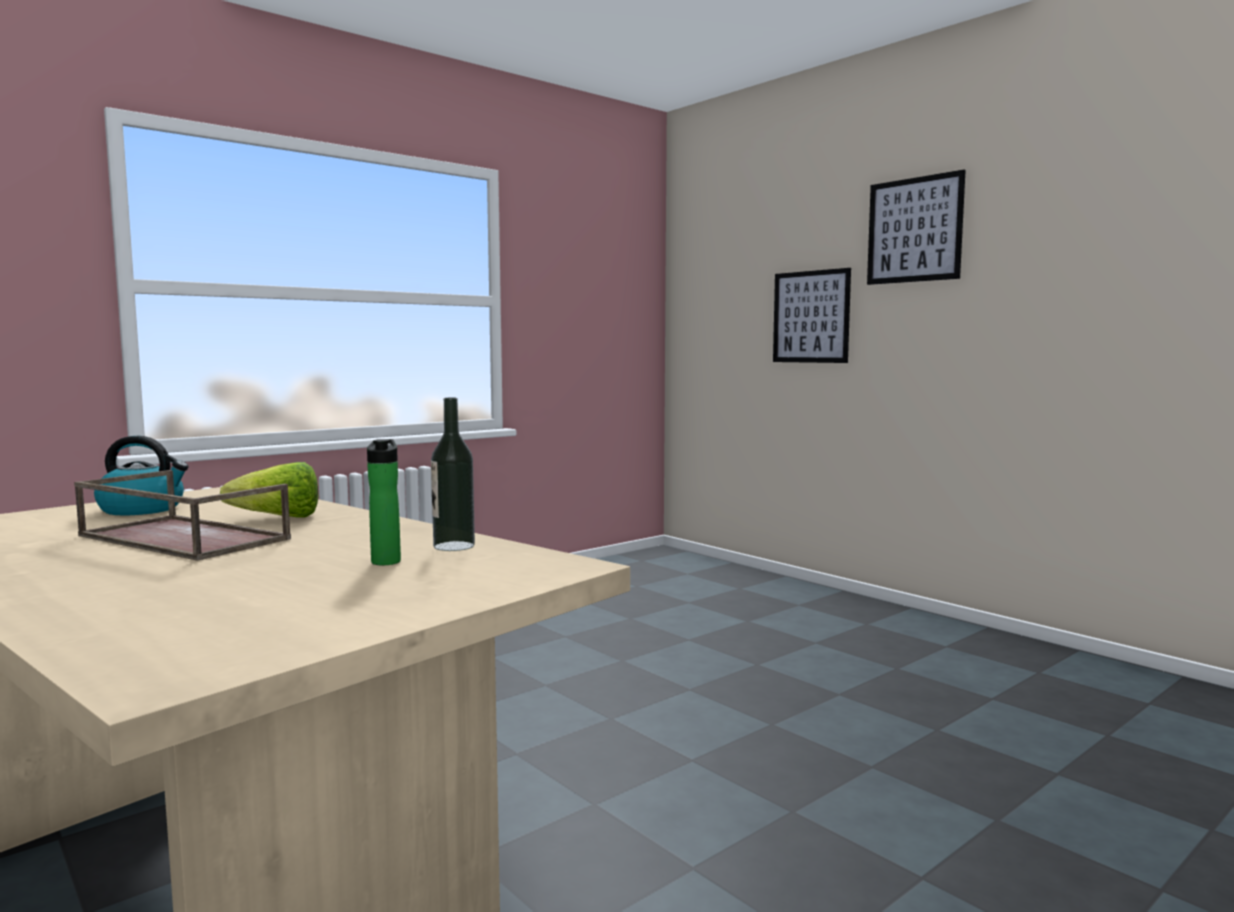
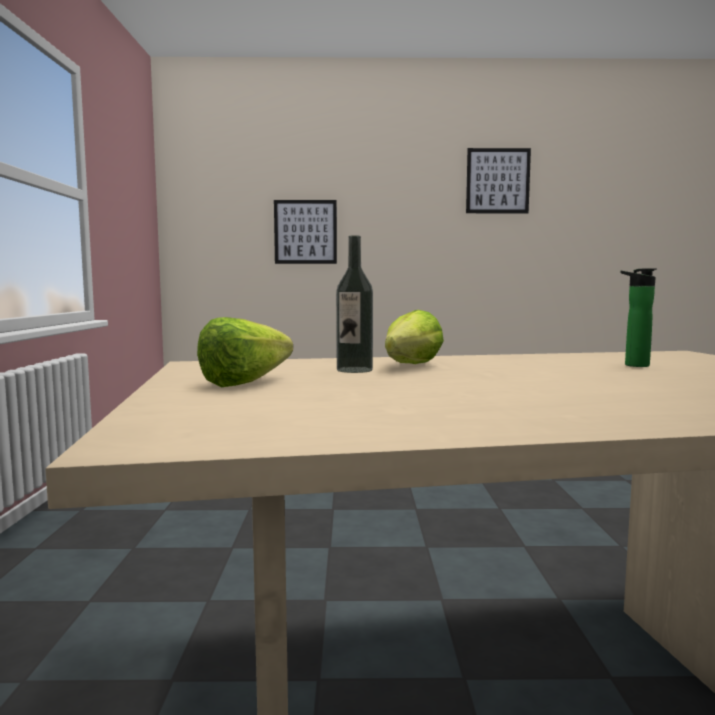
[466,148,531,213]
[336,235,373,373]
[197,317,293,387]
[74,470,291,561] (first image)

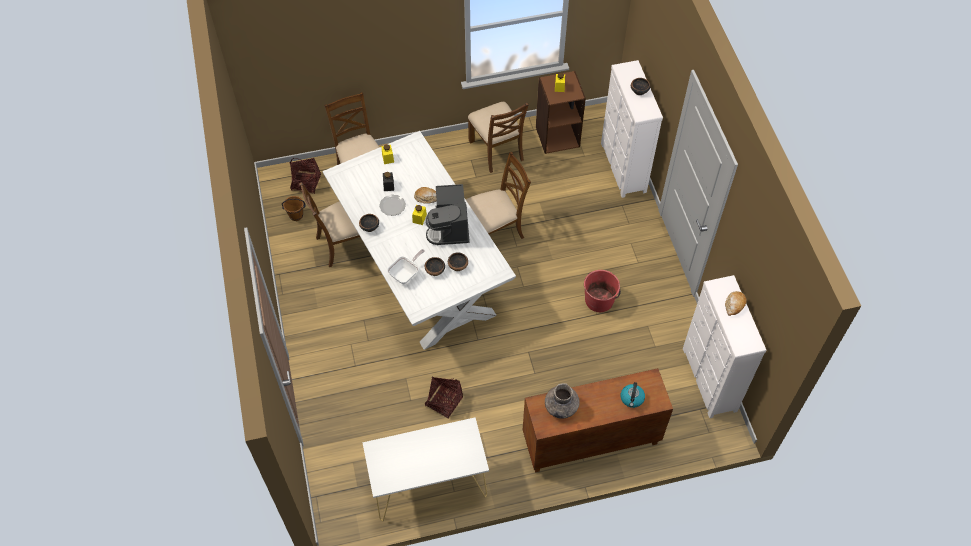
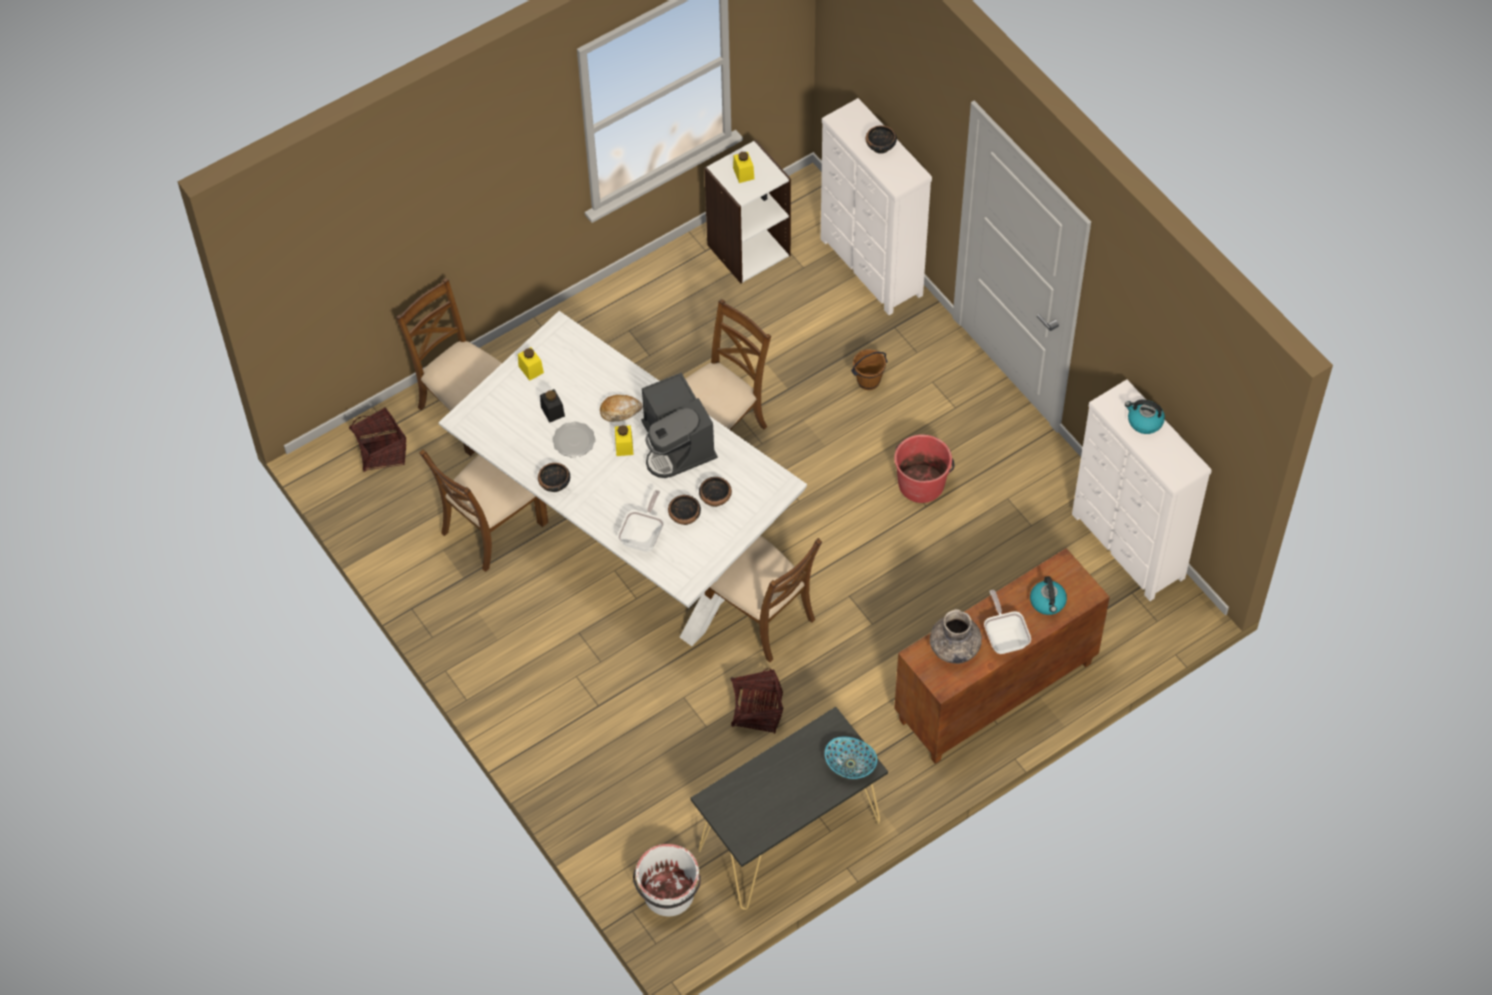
[704,140,791,283]
[705,535,822,662]
[851,349,888,390]
[1125,400,1165,434]
[690,707,888,910]
[984,590,1031,654]
[825,737,877,779]
[633,844,701,916]

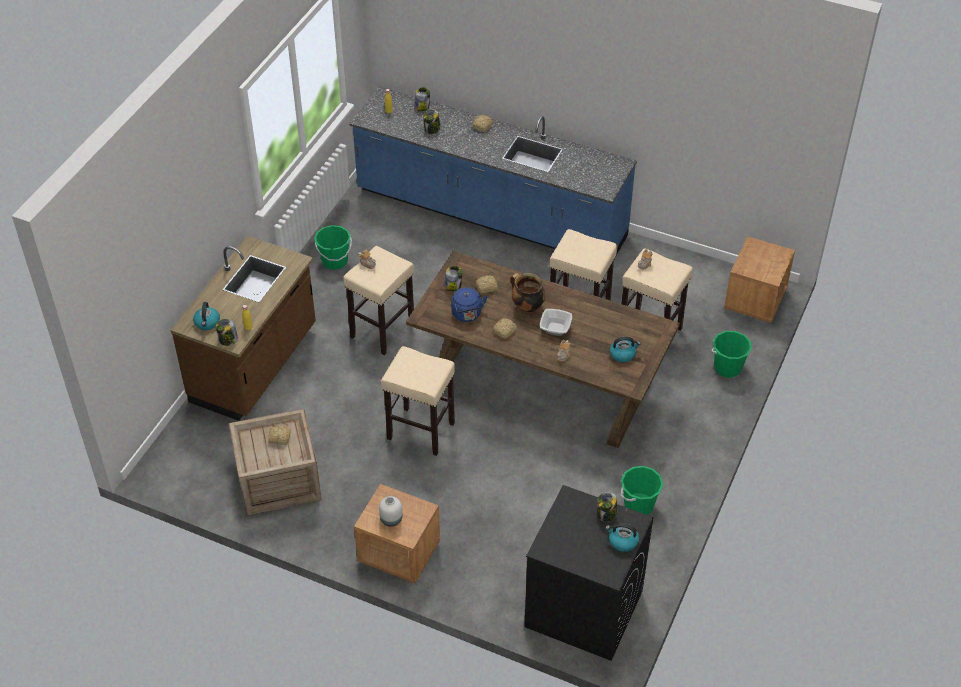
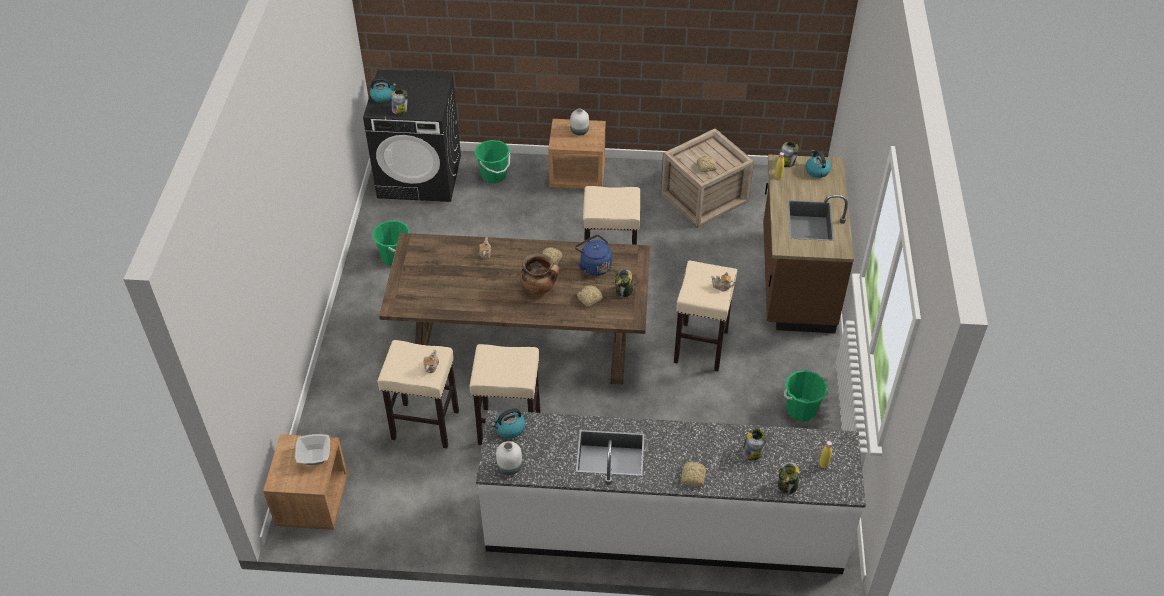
[476,410,866,574]
[295,434,330,465]
[475,140,510,183]
[491,408,525,438]
[496,441,522,475]

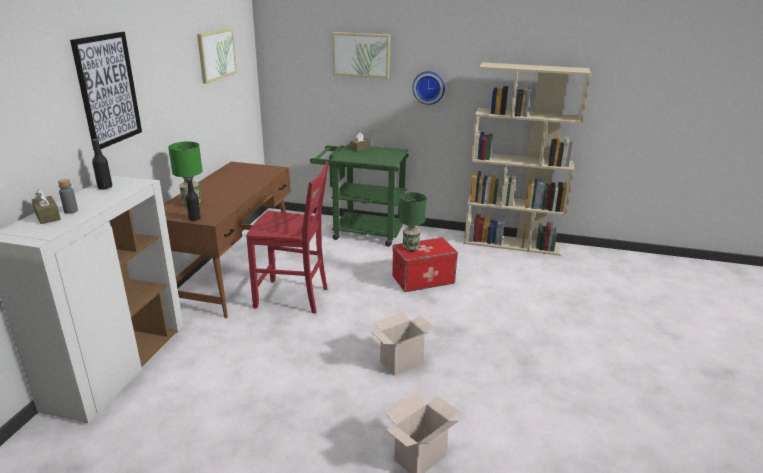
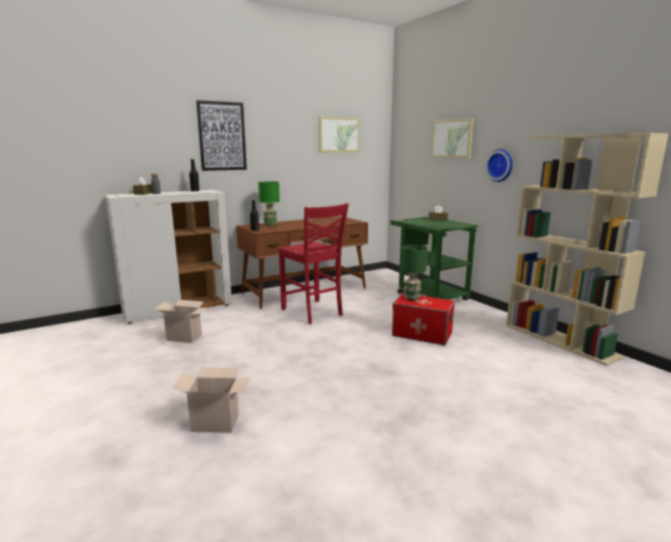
[155,300,208,343]

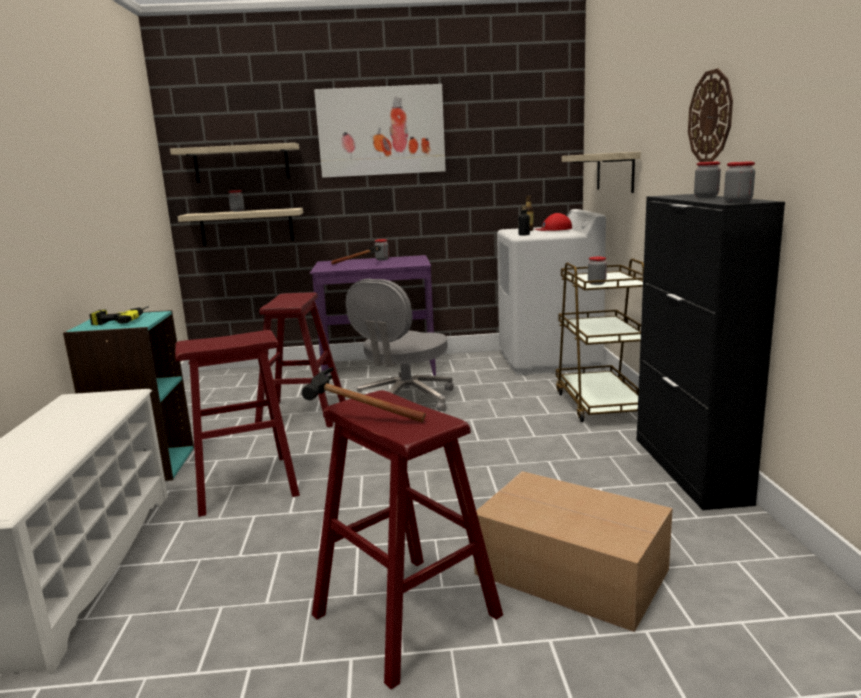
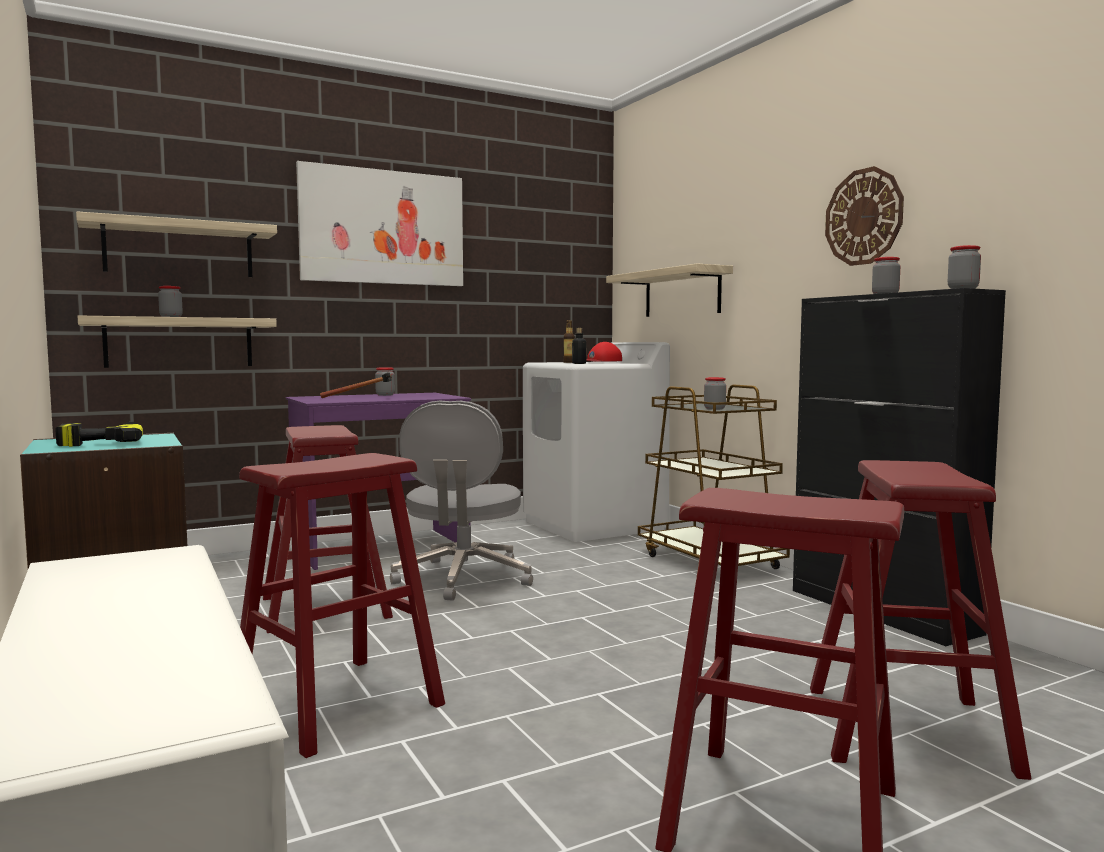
[302,367,426,422] (first image)
[810,460,1031,780]

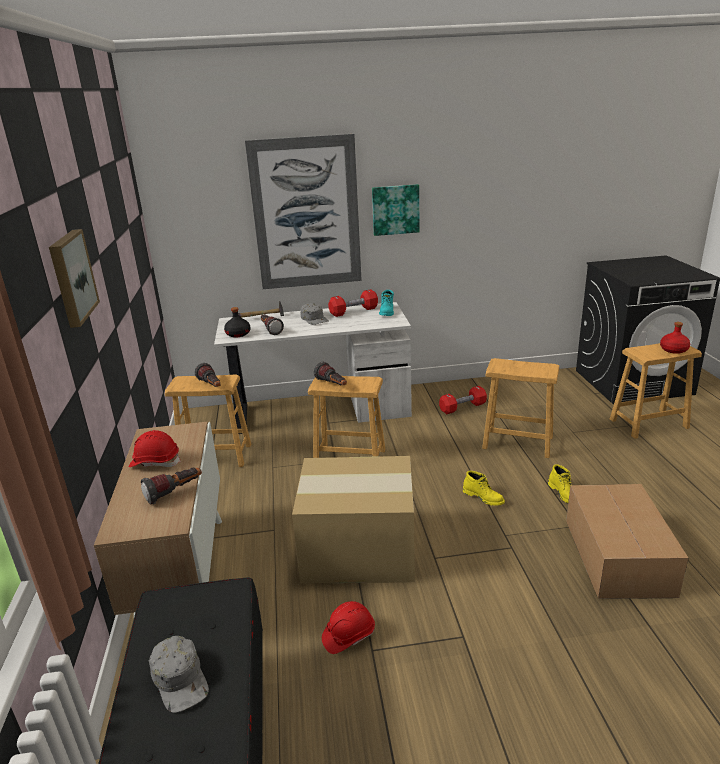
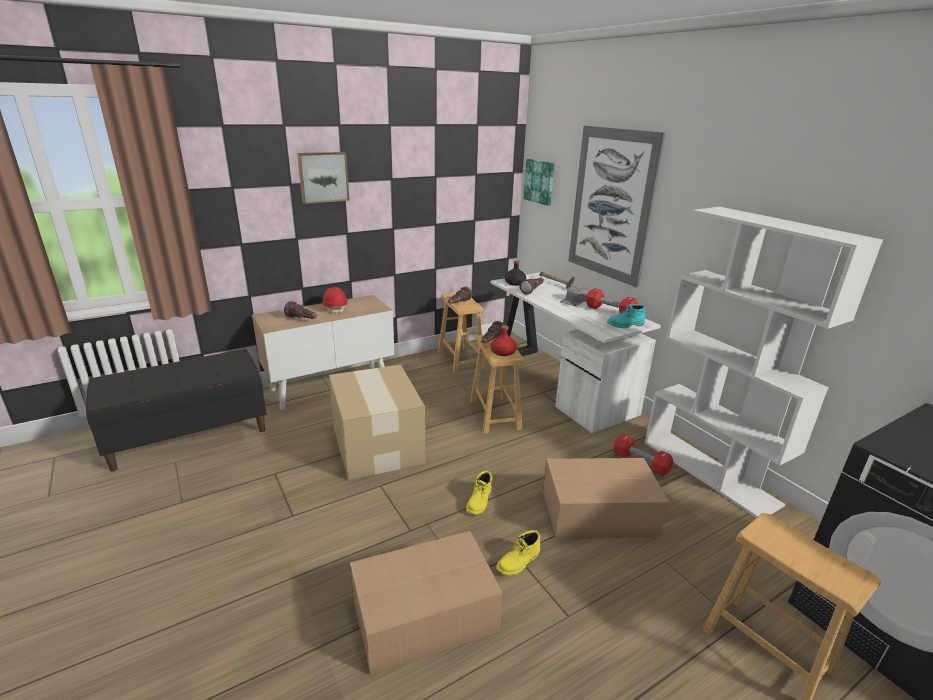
[524,159,555,206]
[491,325,517,356]
[543,458,669,539]
[322,601,375,654] (first image)
[149,636,209,713] (first image)
[645,207,883,518]

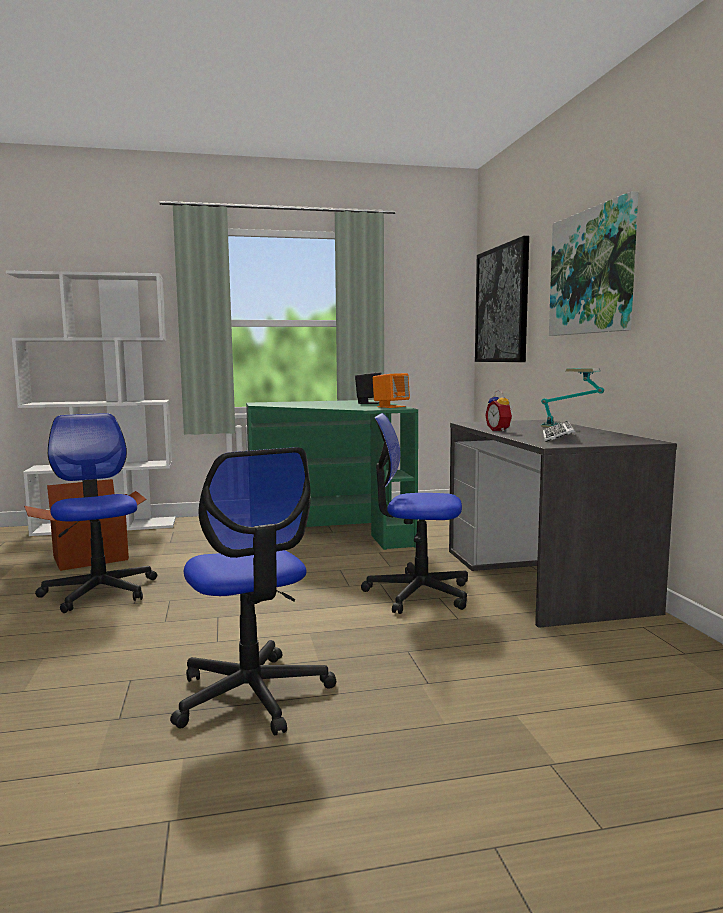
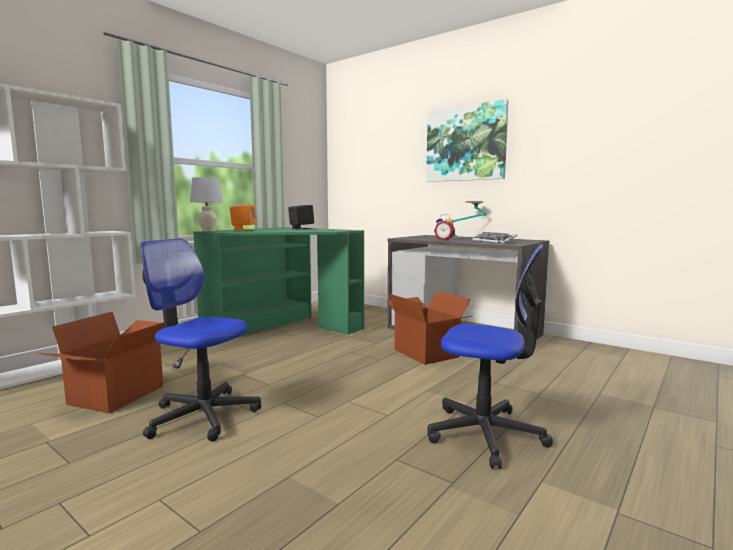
[475,236,529,362] (first image)
[230,205,258,230]
[387,291,471,365]
[190,177,223,231]

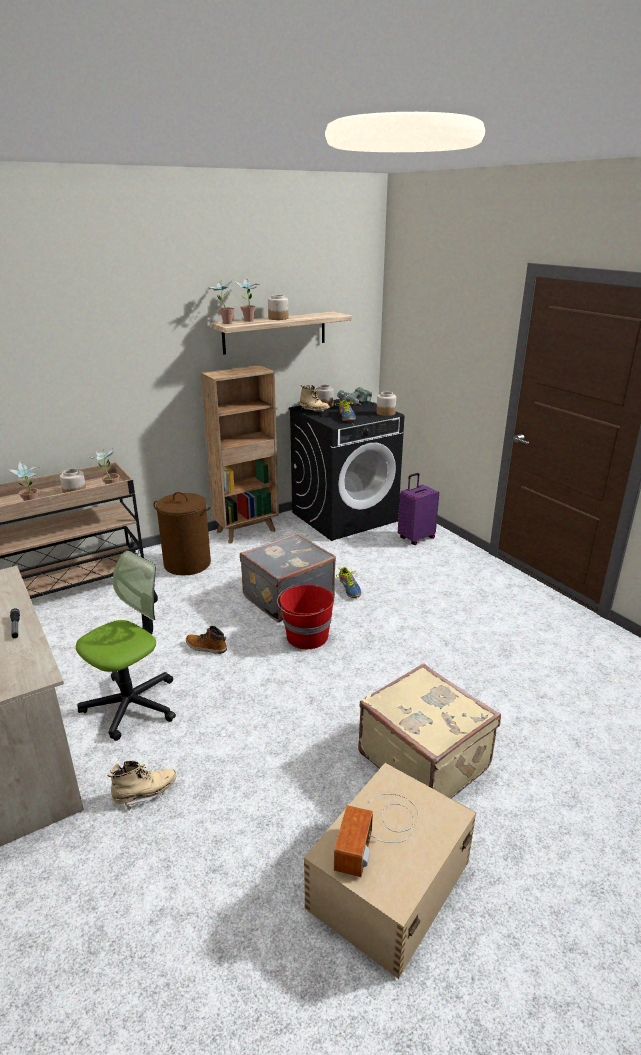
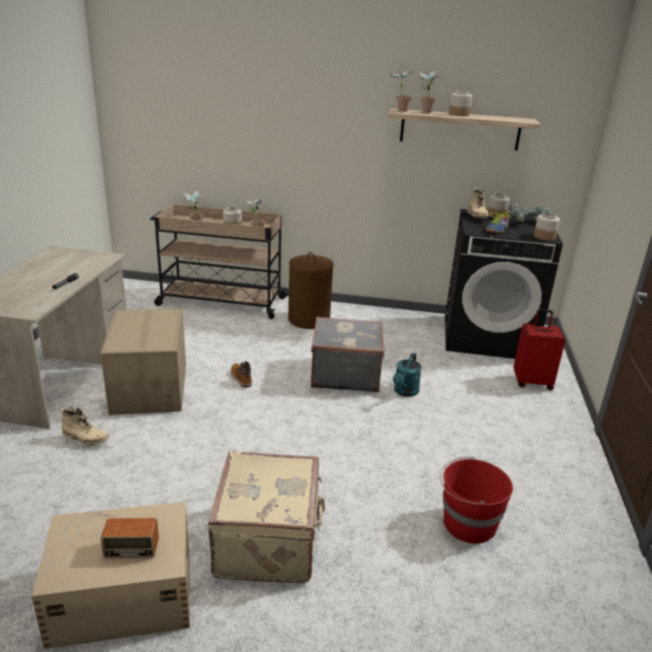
[201,365,279,544] (first image)
[513,309,566,390]
[100,309,186,415]
[393,353,422,397]
[440,457,513,544]
[64,512,159,559]

